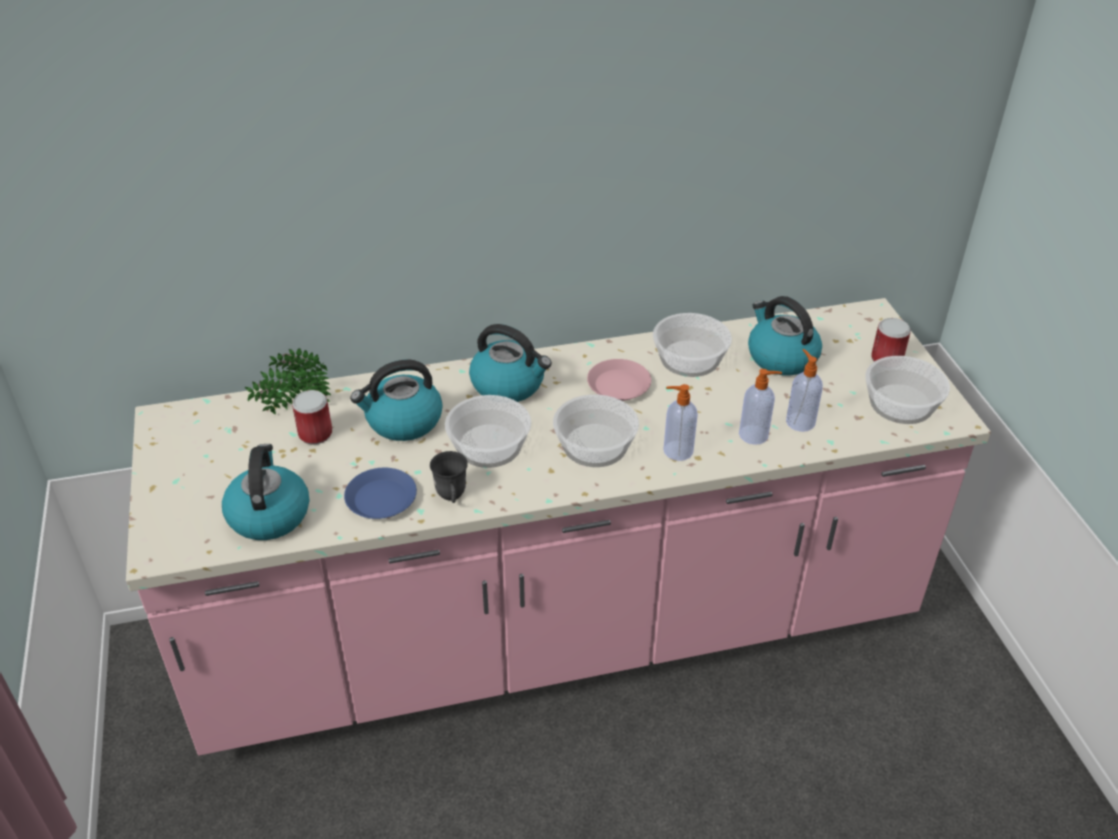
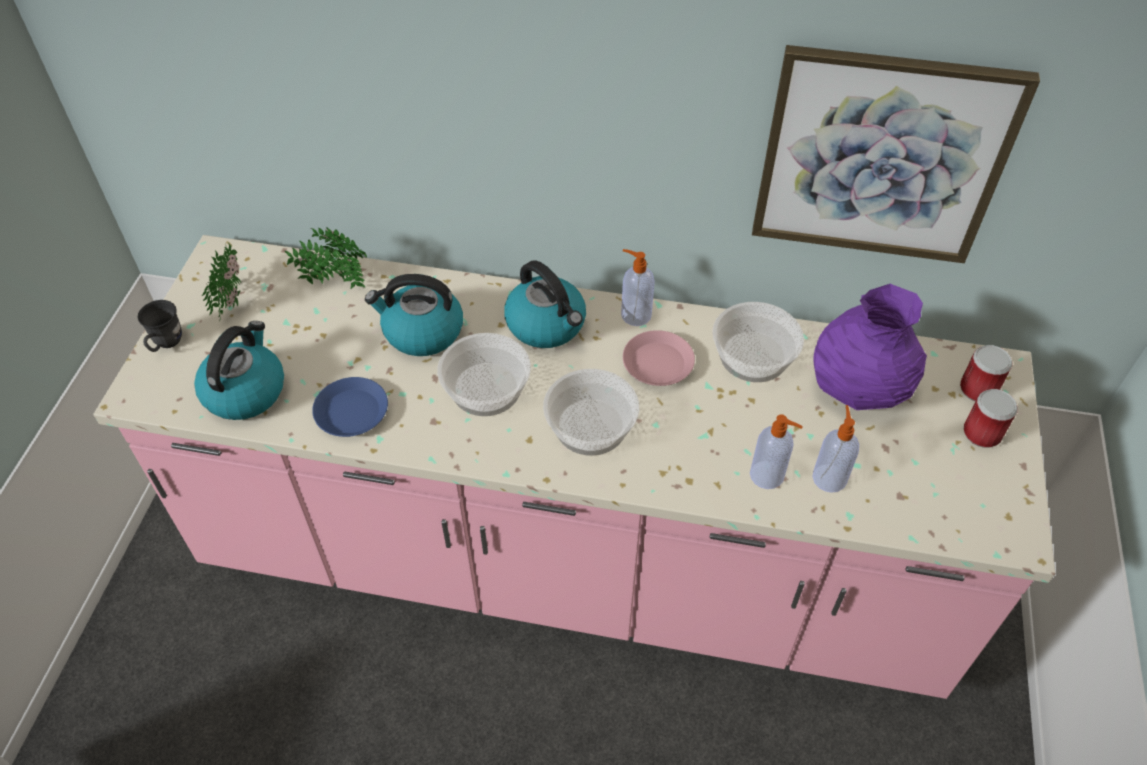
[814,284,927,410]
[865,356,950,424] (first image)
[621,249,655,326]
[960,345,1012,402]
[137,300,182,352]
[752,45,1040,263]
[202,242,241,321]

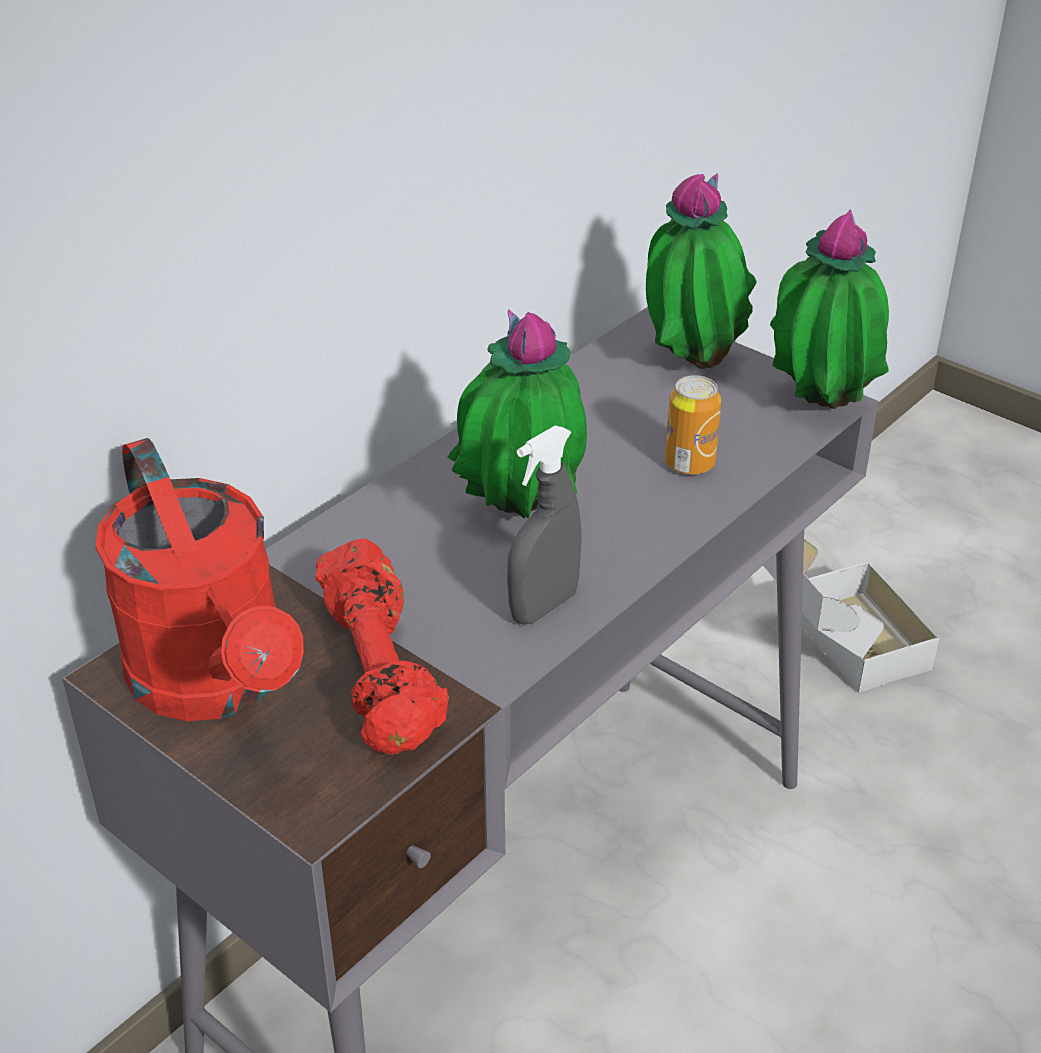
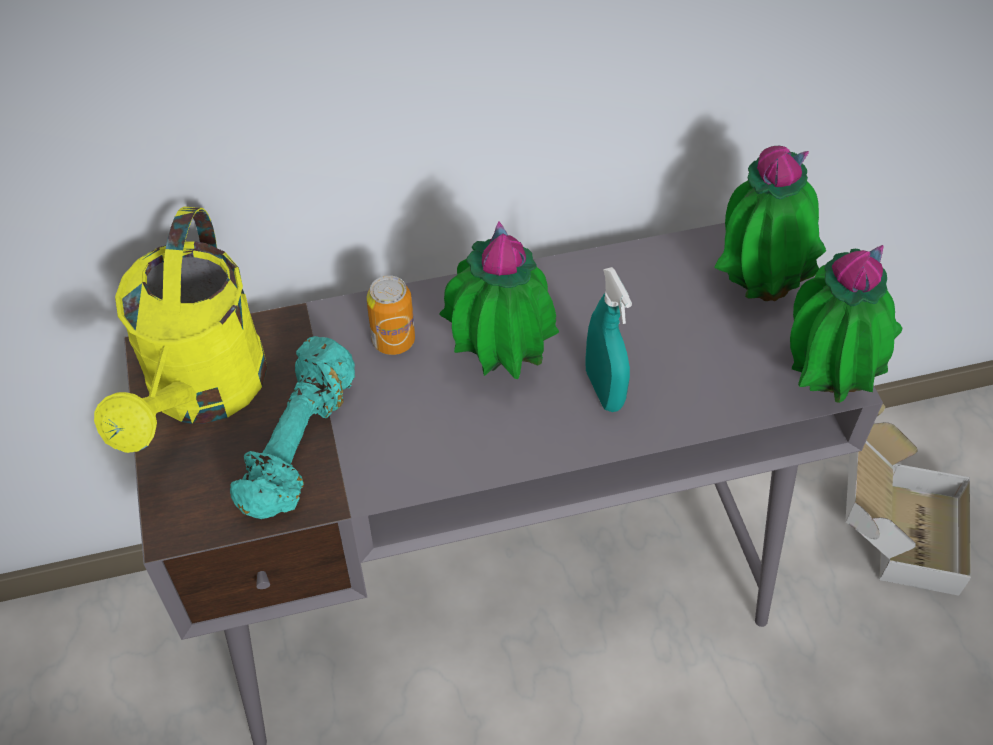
[367,275,415,355]
[507,425,582,625] (first image)
[94,207,267,453]
[230,336,355,519]
[585,267,632,412]

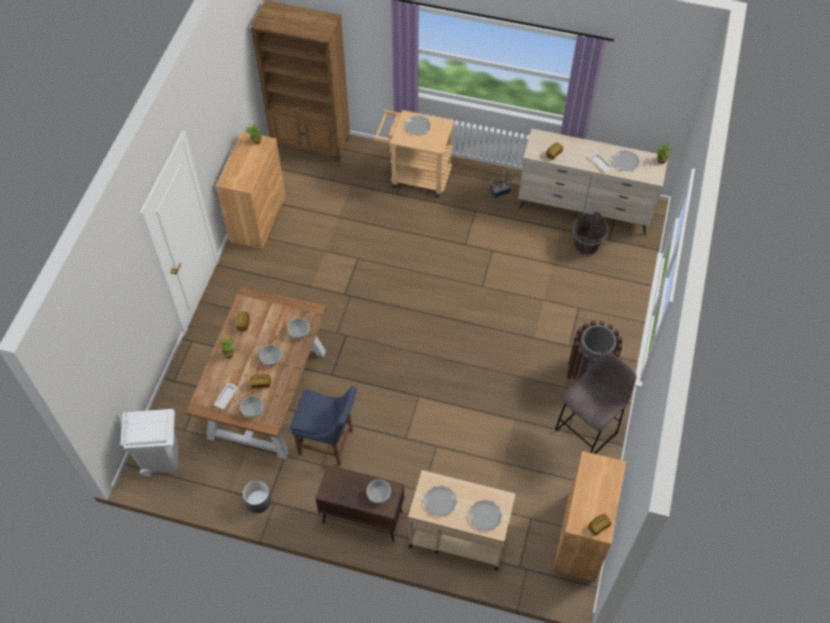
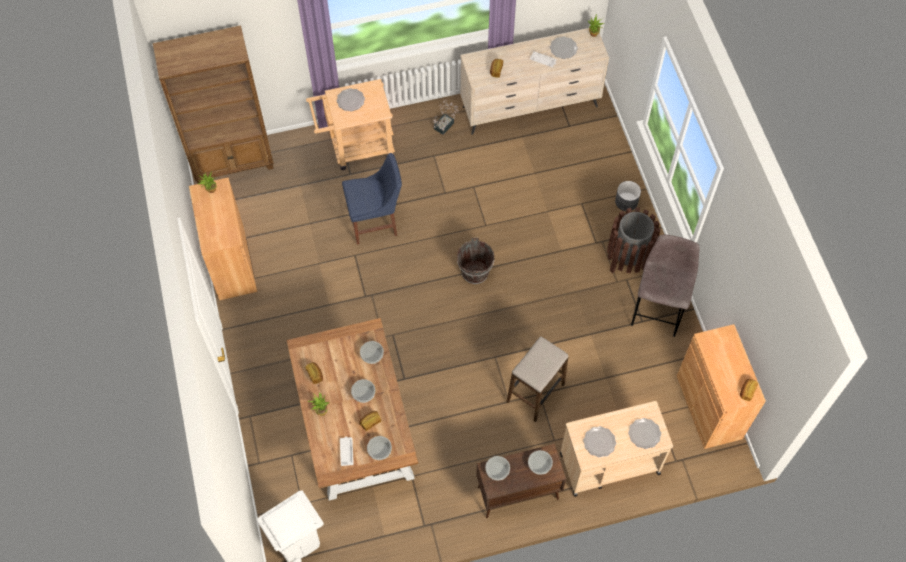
[457,238,494,284]
[342,153,402,245]
[615,181,641,211]
[506,336,568,422]
[485,456,510,480]

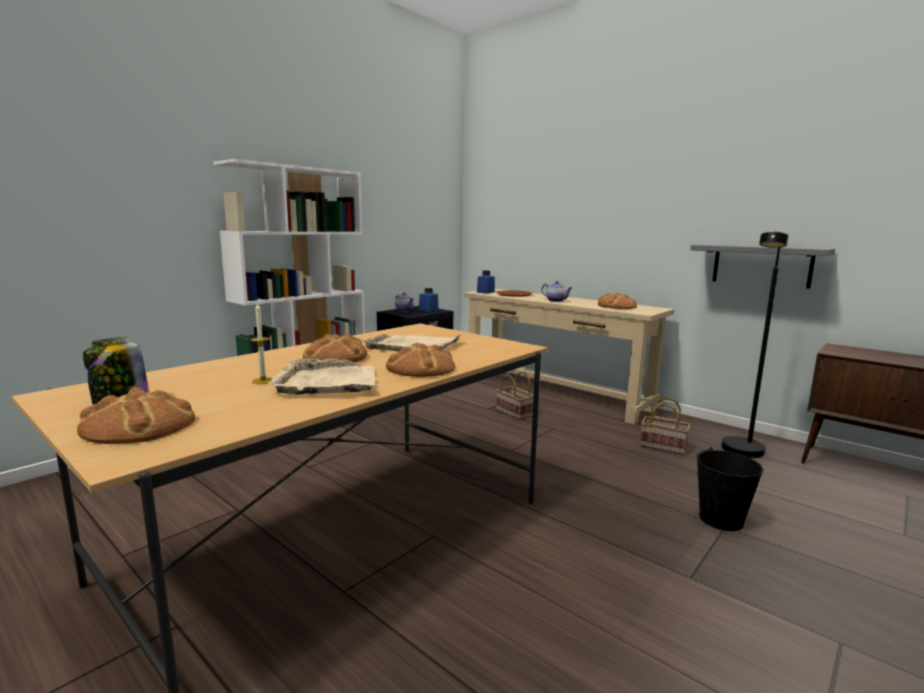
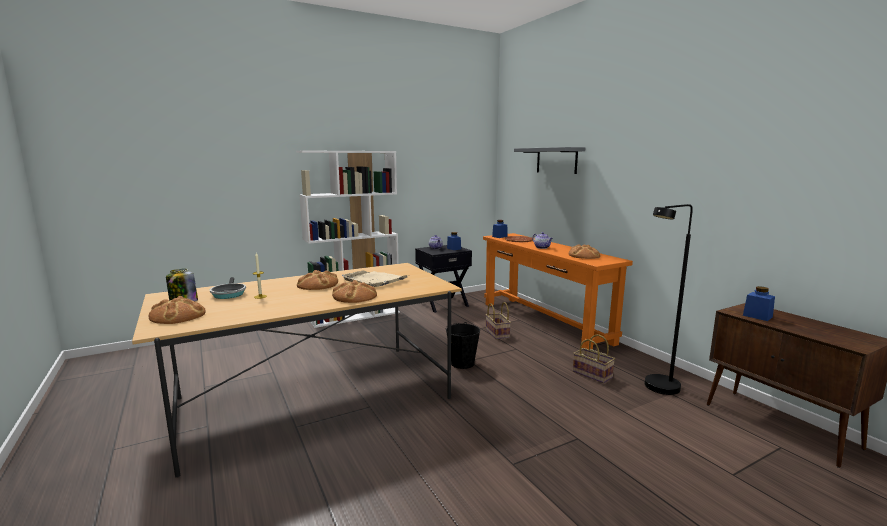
[514,147,585,174]
[483,233,633,349]
[268,359,375,394] (first image)
[446,322,480,369]
[210,277,246,299]
[743,286,775,321]

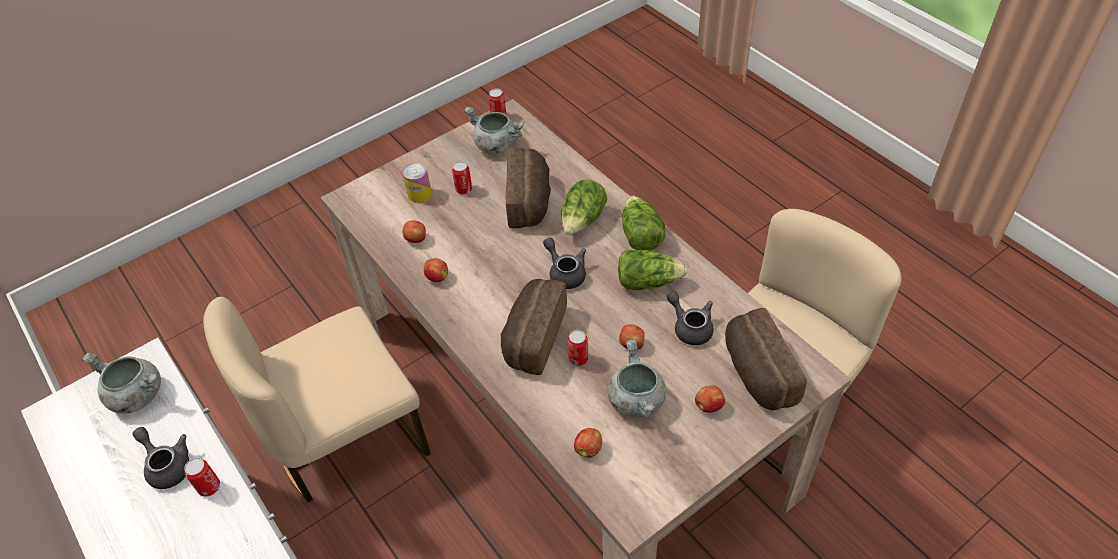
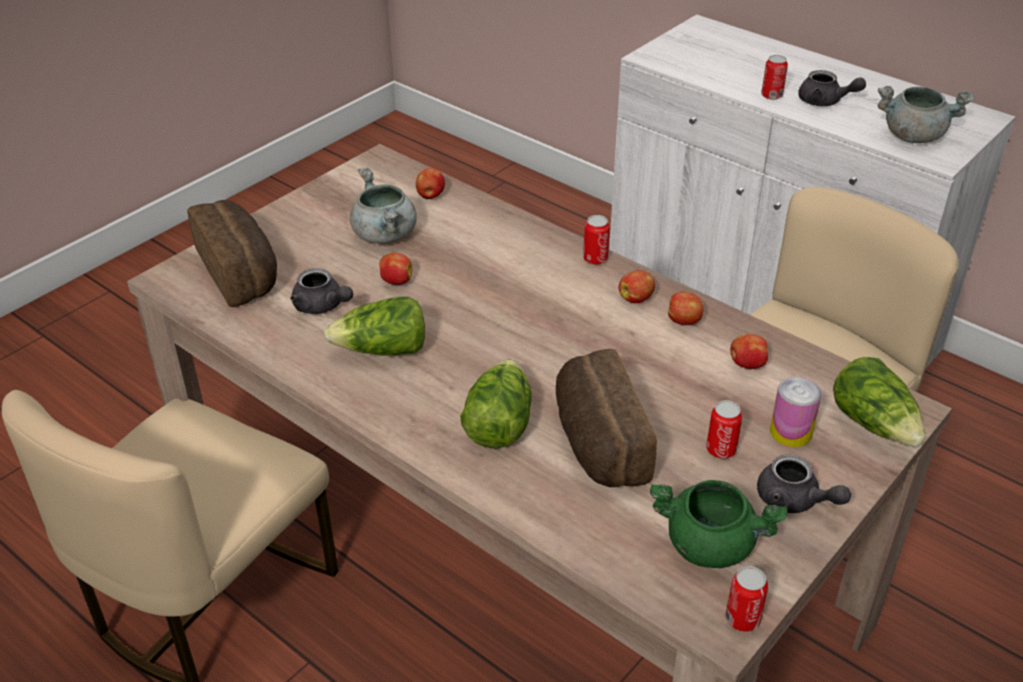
[650,480,787,568]
[833,357,926,447]
[757,454,851,513]
[501,279,567,375] (first image)
[583,215,610,265]
[618,270,655,303]

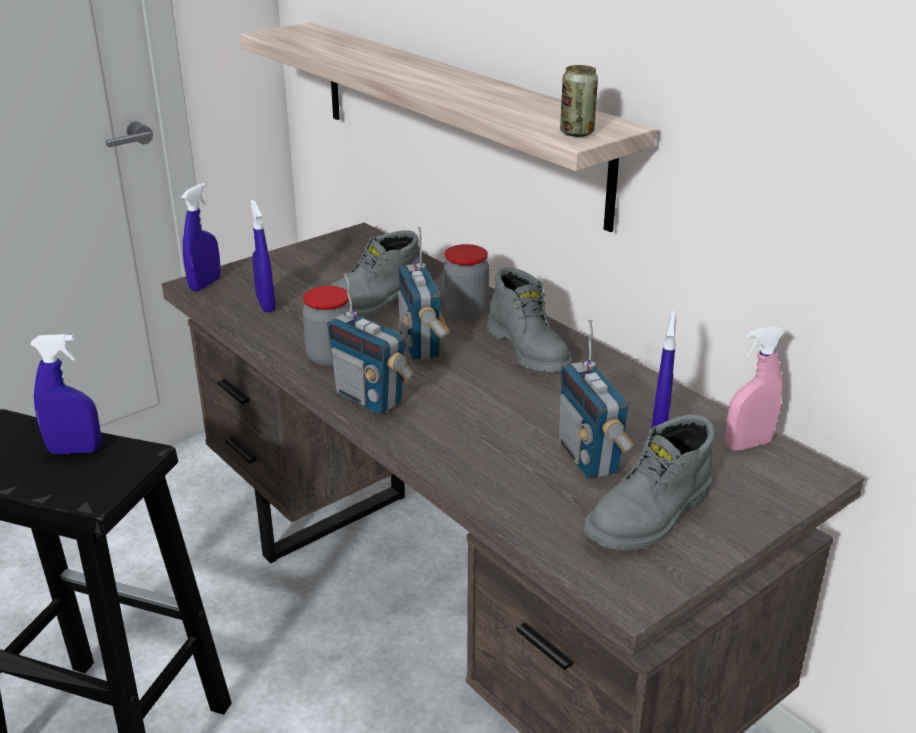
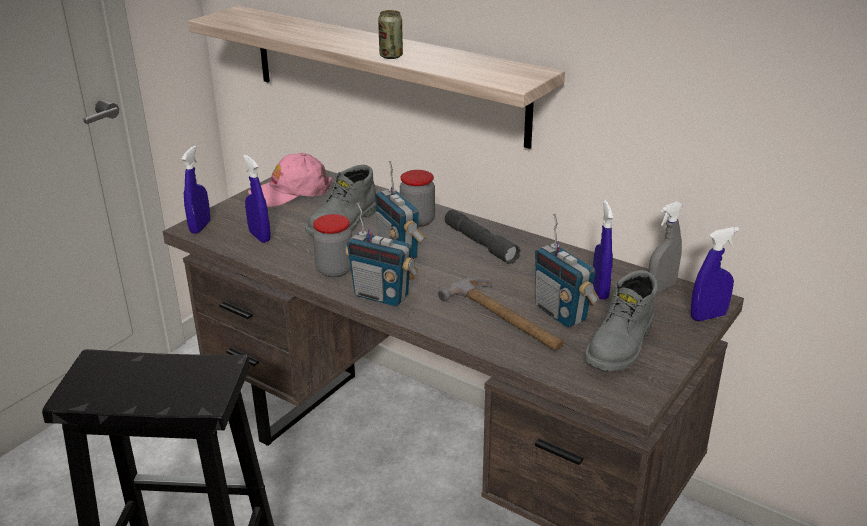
[378,10,403,59]
[445,210,521,264]
[648,201,683,292]
[691,227,739,321]
[248,153,332,207]
[438,278,564,351]

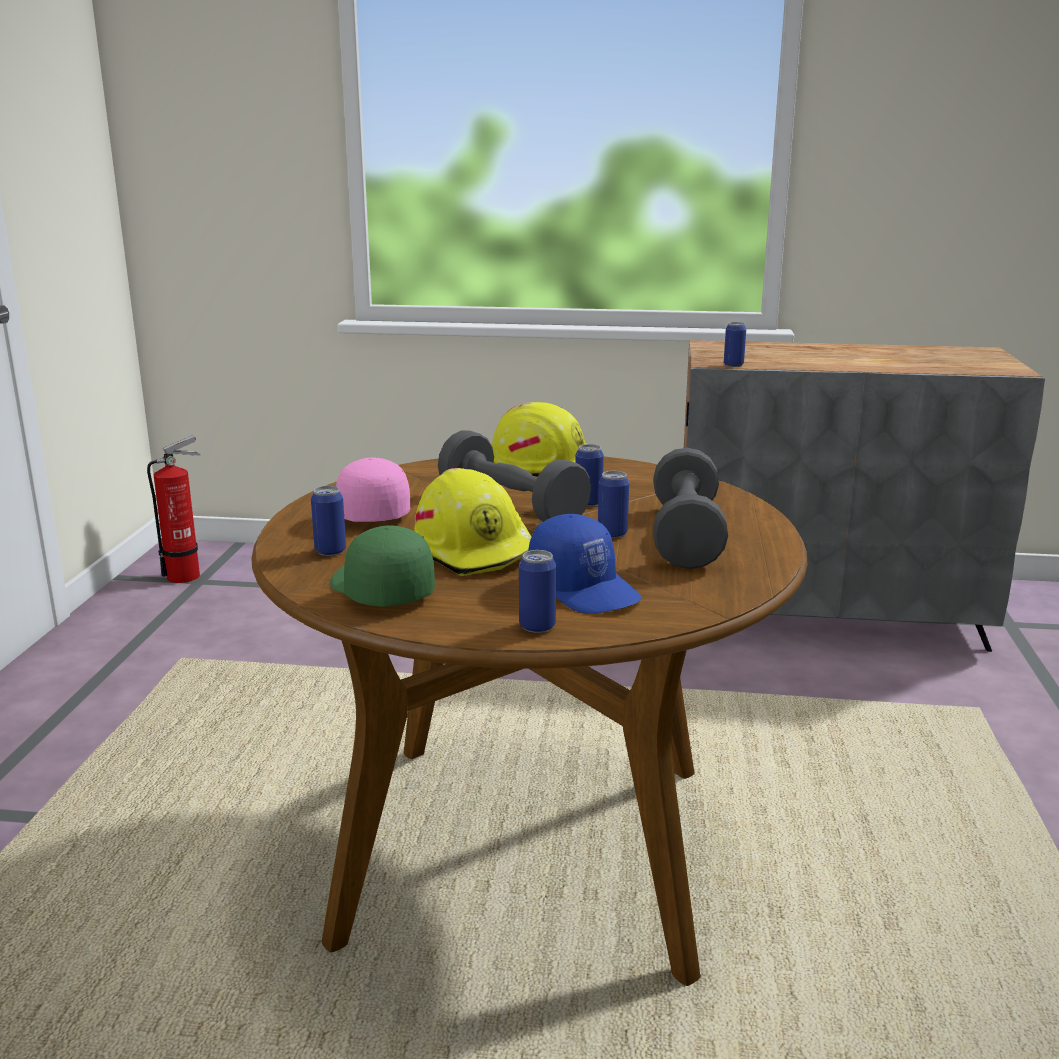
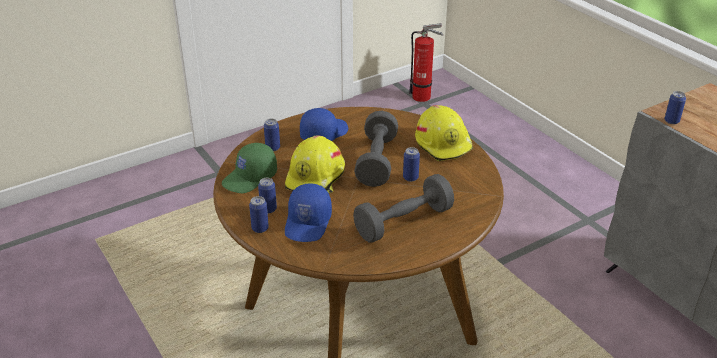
[300,108,348,141]
[258,178,277,214]
[222,143,277,193]

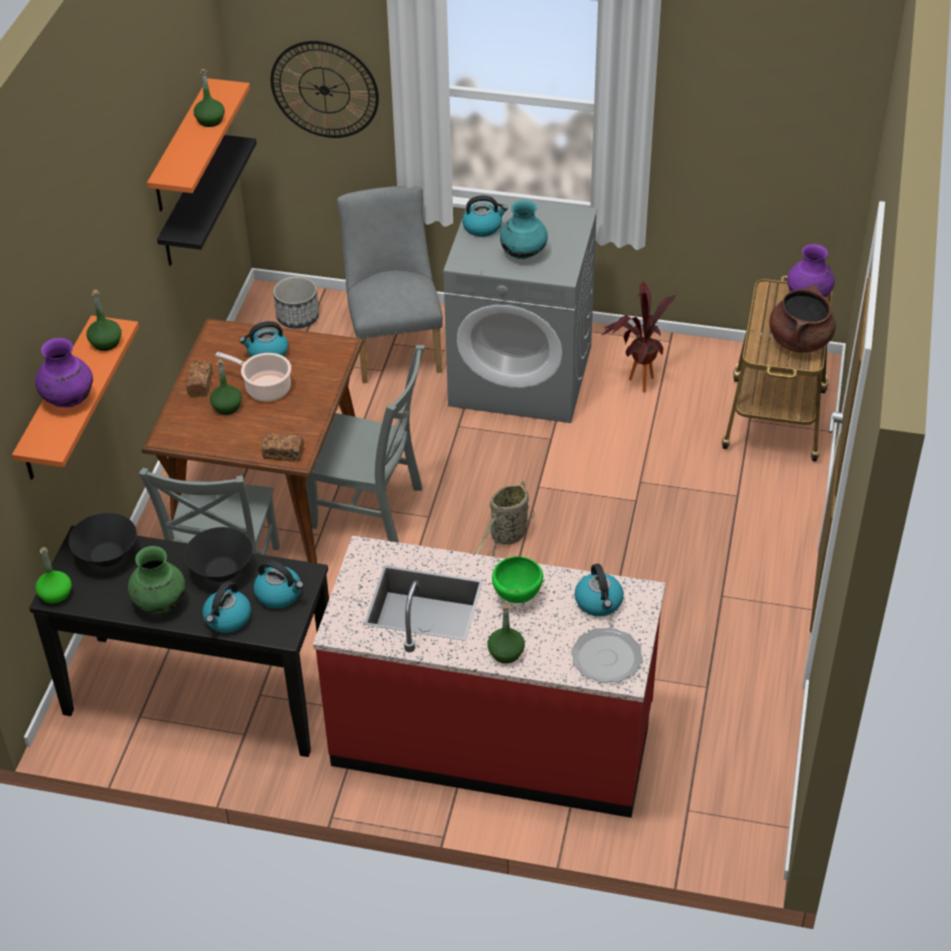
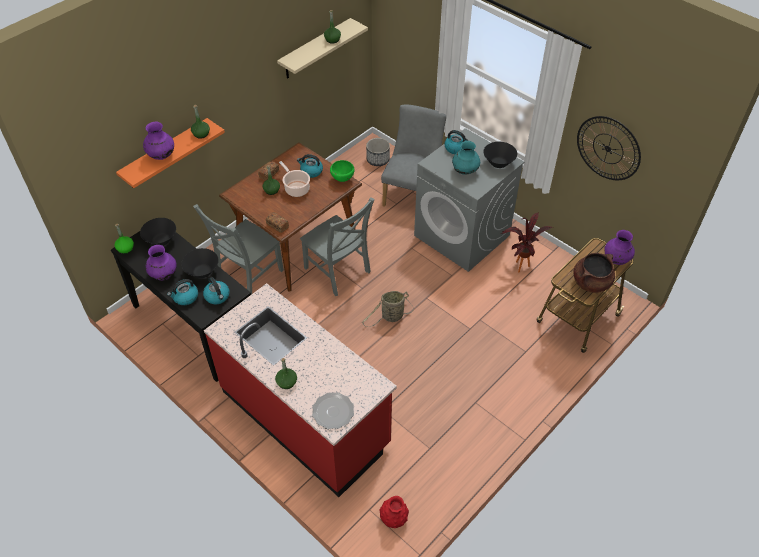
[577,116,641,180]
[277,18,368,79]
[157,135,257,266] (first image)
[146,245,177,281]
[330,160,354,182]
[575,564,624,617] (first image)
[483,142,517,168]
[380,496,409,528]

